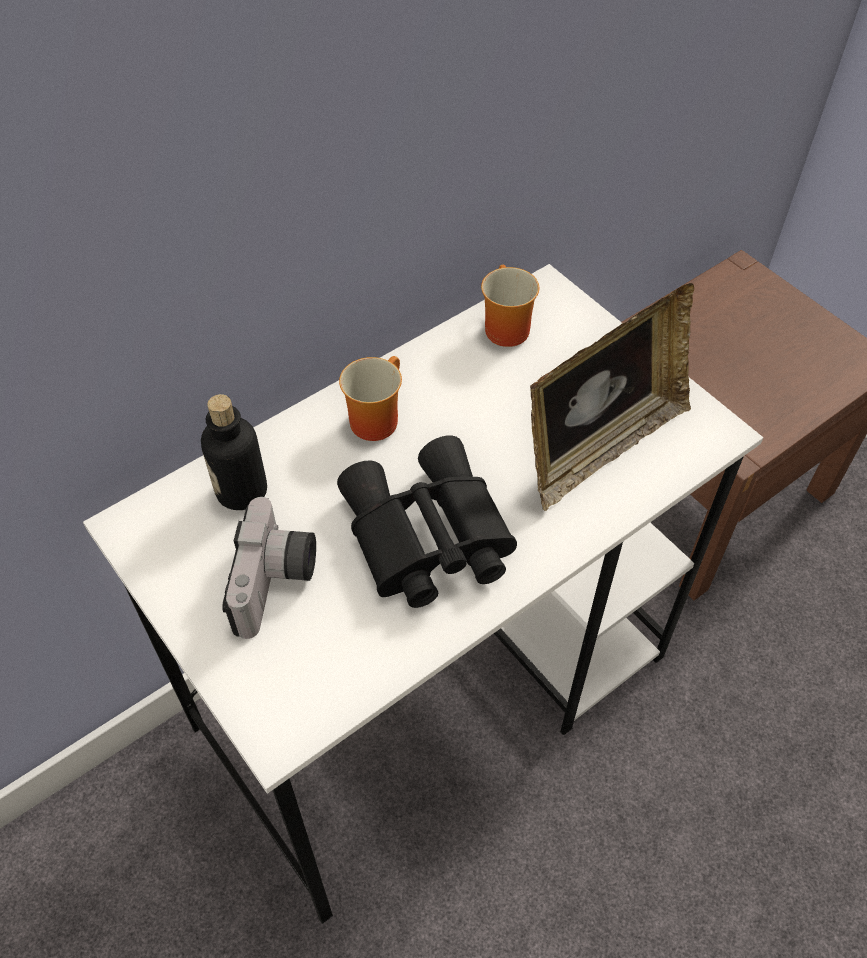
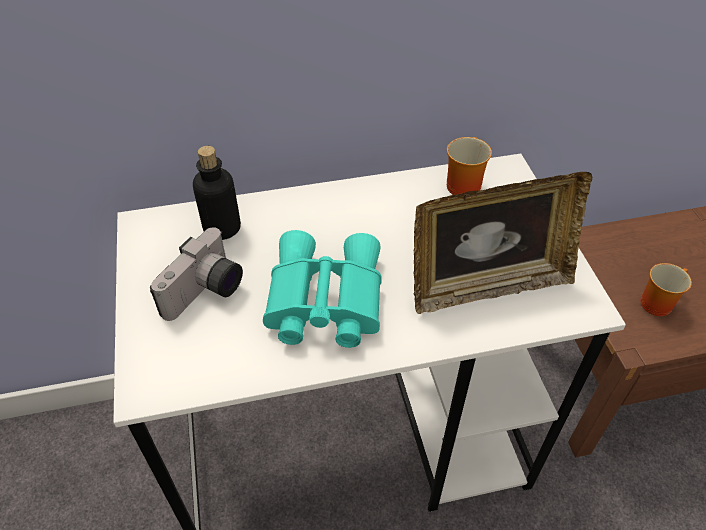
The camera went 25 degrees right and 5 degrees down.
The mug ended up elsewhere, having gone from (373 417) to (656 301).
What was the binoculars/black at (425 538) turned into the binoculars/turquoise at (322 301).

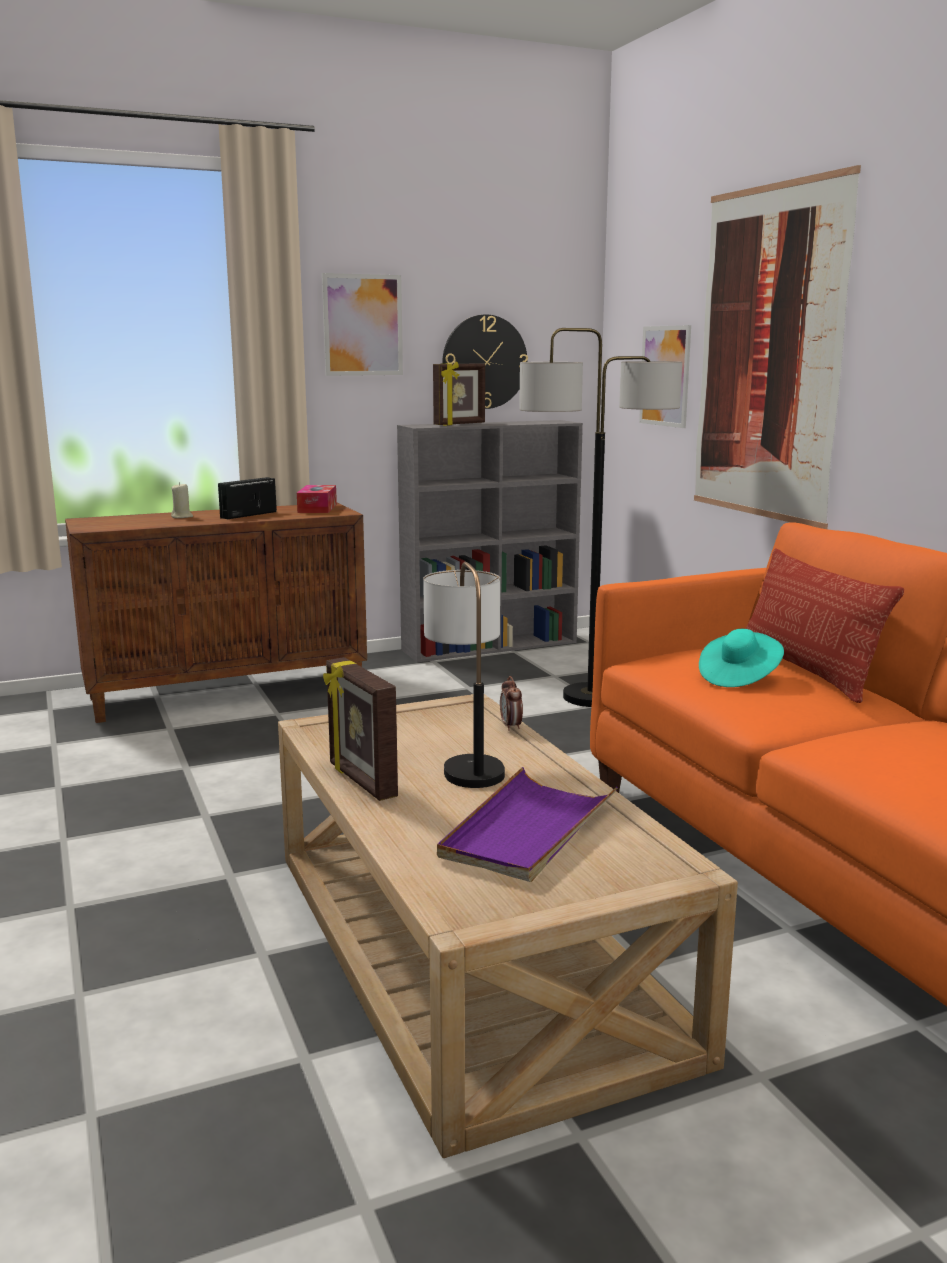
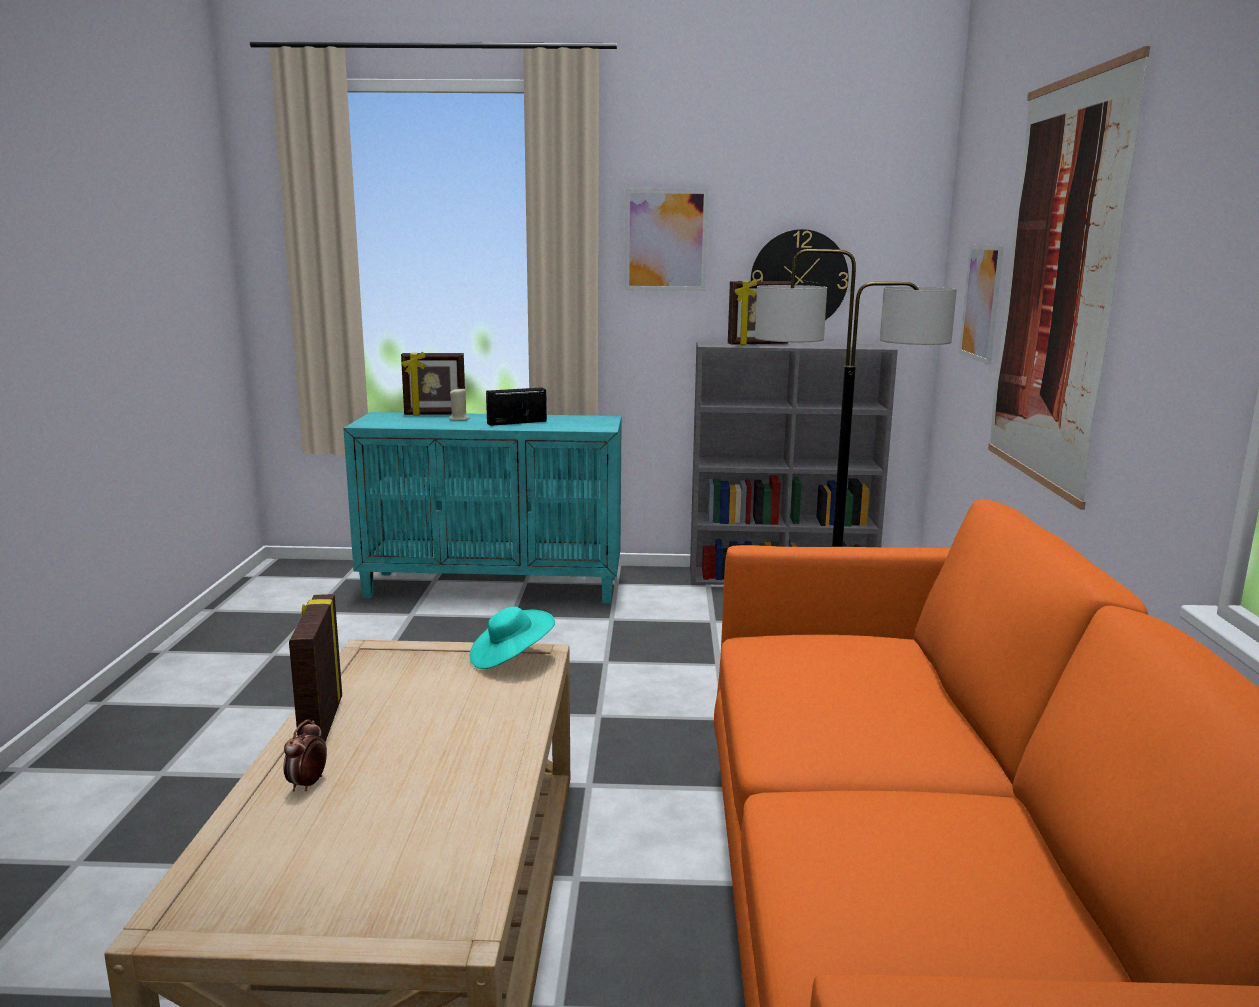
The camera went 25 degrees right and 0 degrees up.
The second view lost the tissue box at (317 508).
What was the cabinet/brown at (229 692) turned into the cabinet/turquoise at (494 586).
The second view lost the pillow at (806 671).
The second view lost the table lamp at (467 761).
The hat/turquoise ended up elsewhere, having gone from (739 677) to (510 658).
The alarm clock ended up elsewhere, having gone from (511 726) to (307 784).
The second view lost the tray/purple at (528 830).
The second view gained the picture frame at (435 414).

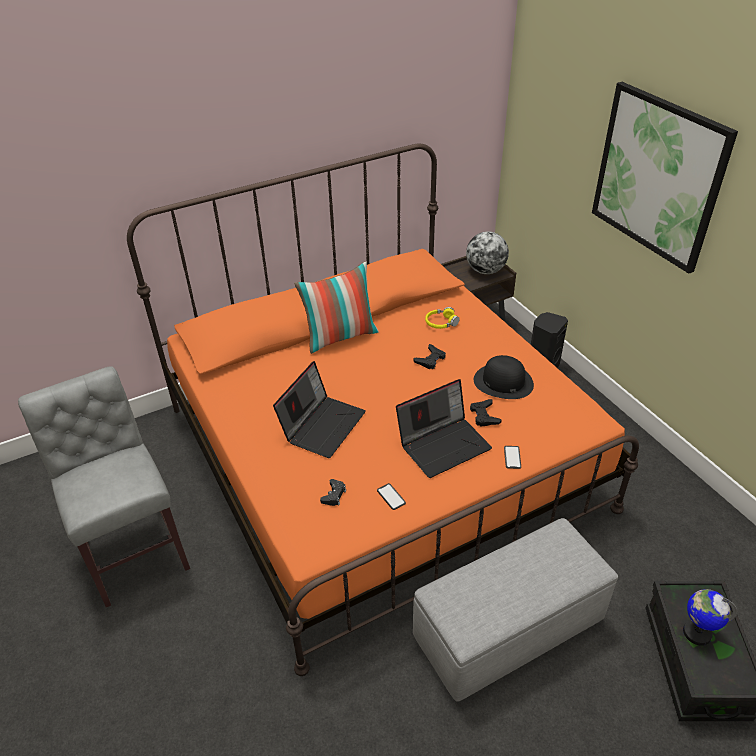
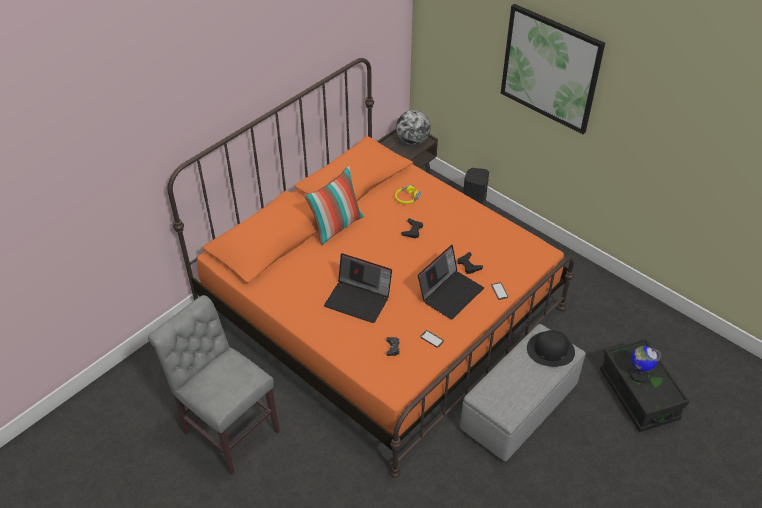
The camera went 20 degrees left and 5 degrees up.
The hat/black ended up elsewhere, having gone from (503 382) to (550 350).
The laptop at (322 425) ended up facing another way, 105 degrees clockwise from before.

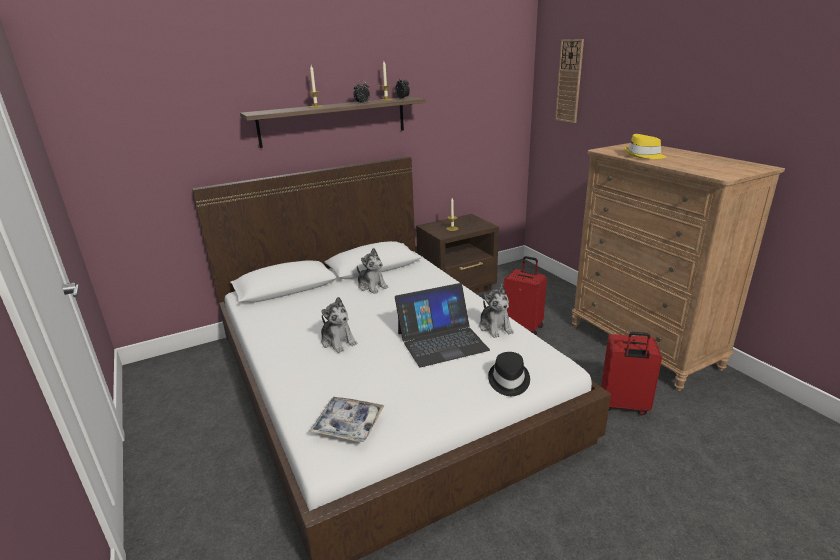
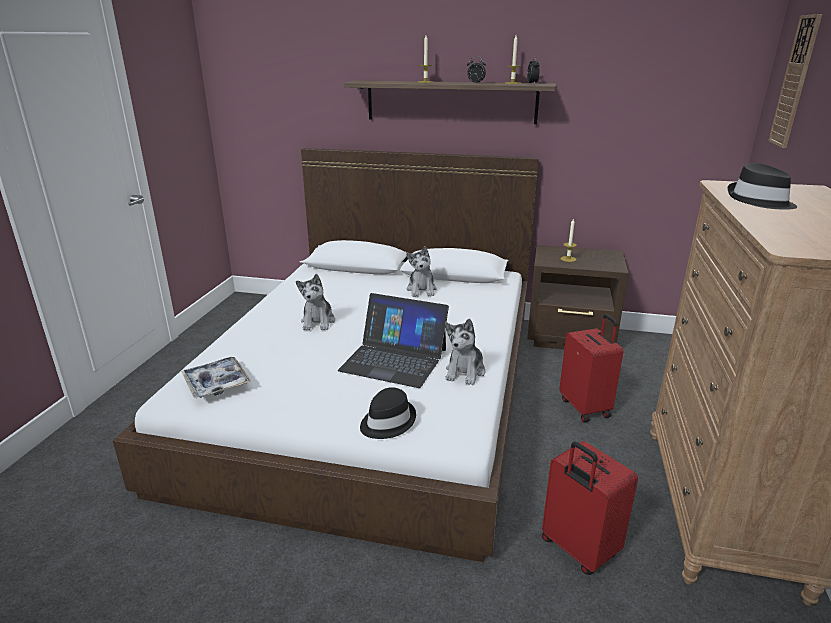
The camera went 40 degrees right and 0 degrees up.
What was the hat/yellow at (644 156) turned into the hat/black at (759 201).

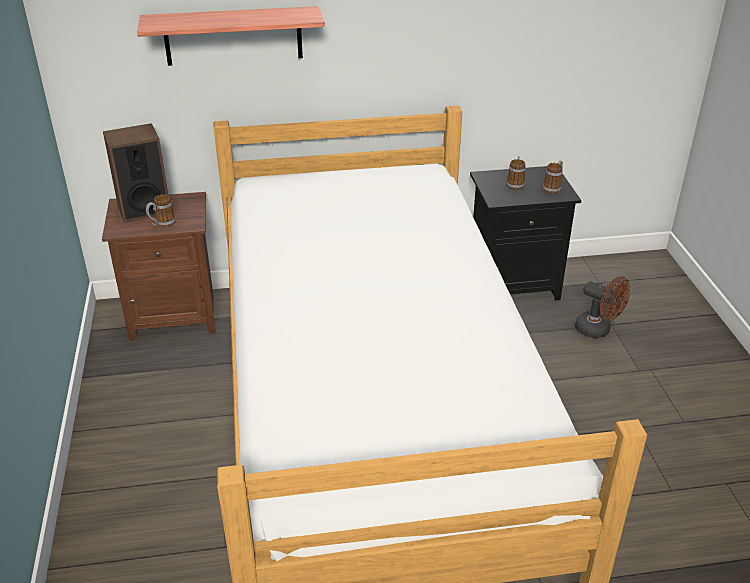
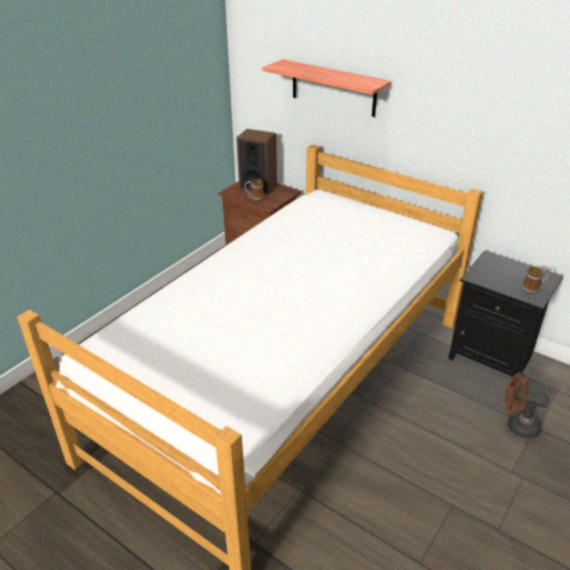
The camera went 45 degrees right and 0 degrees up.
The second view lost the mug at (515 183).
The fan/brown at (598 330) ended up facing another way, 120 degrees clockwise from before.

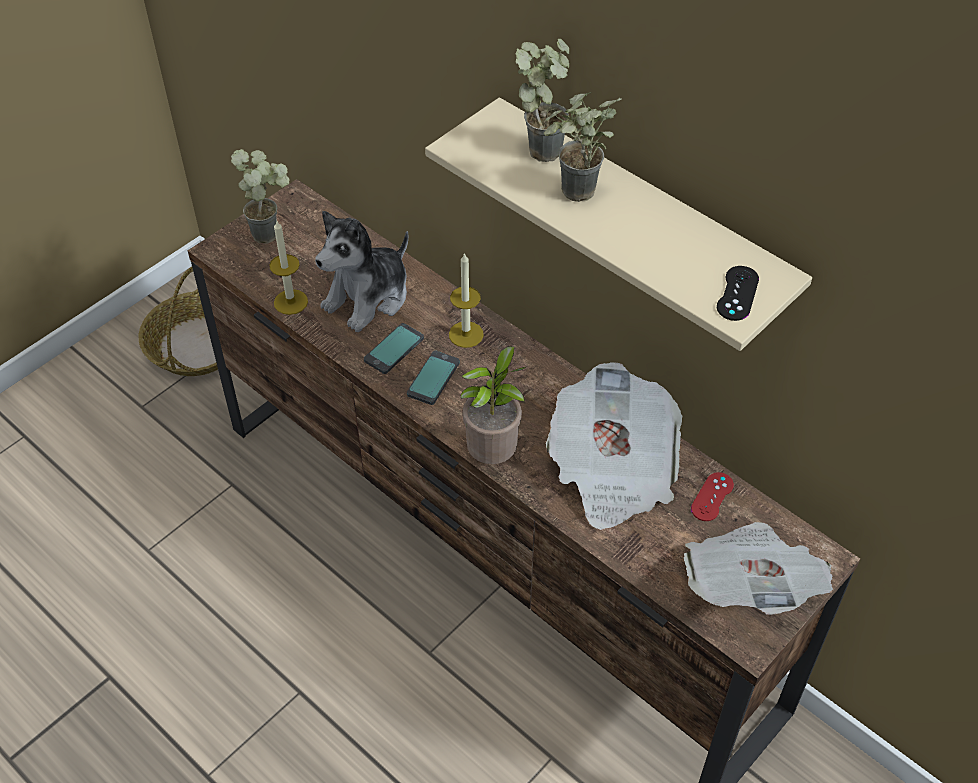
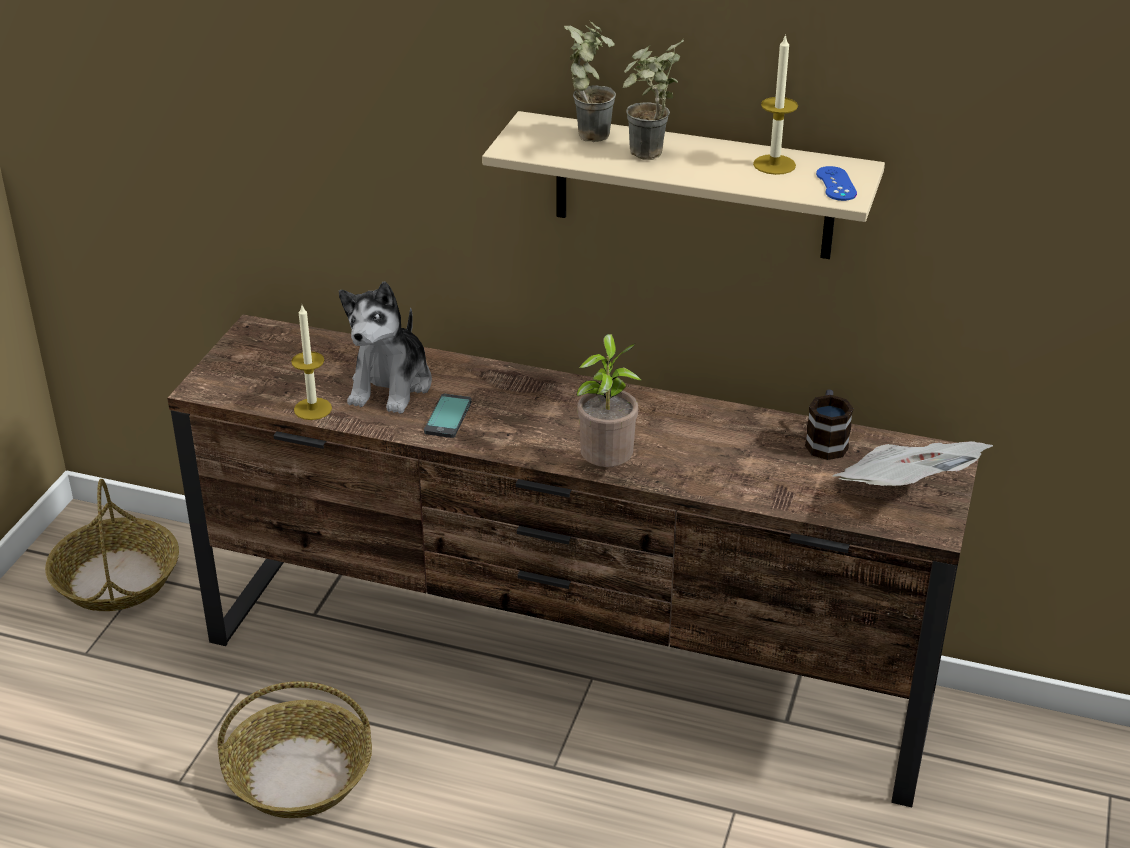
The camera went 25 degrees left and 15 degrees down.
The second view lost the potted plant at (271 232).
The candle ended up elsewhere, having gone from (466 334) to (774 164).
What was the game controller/black at (737 293) turned into the game controller/blue at (836 184).
The second view lost the phone at (433 378).
The second view lost the newspaper at (612 470).
Where the game controller/red stood at (712 497), the mug came to stand at (826 441).
The second view gained the basket at (298 775).

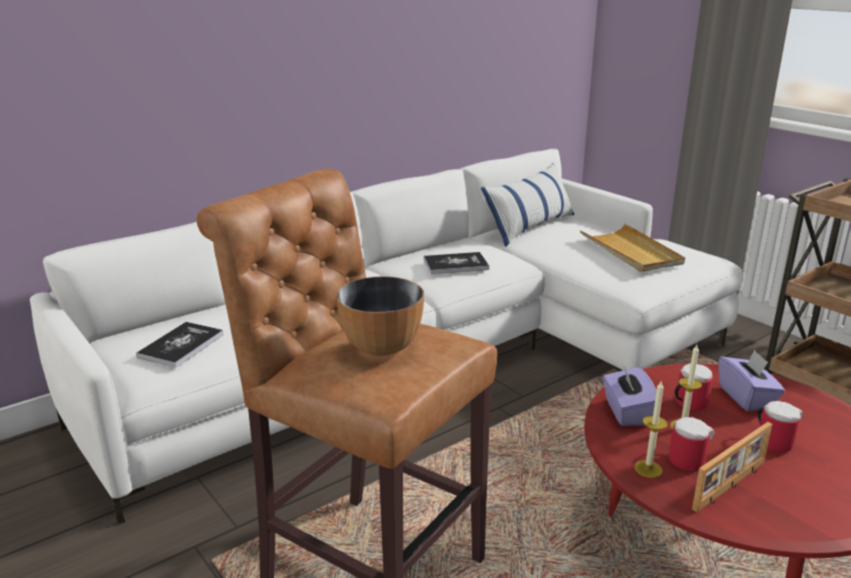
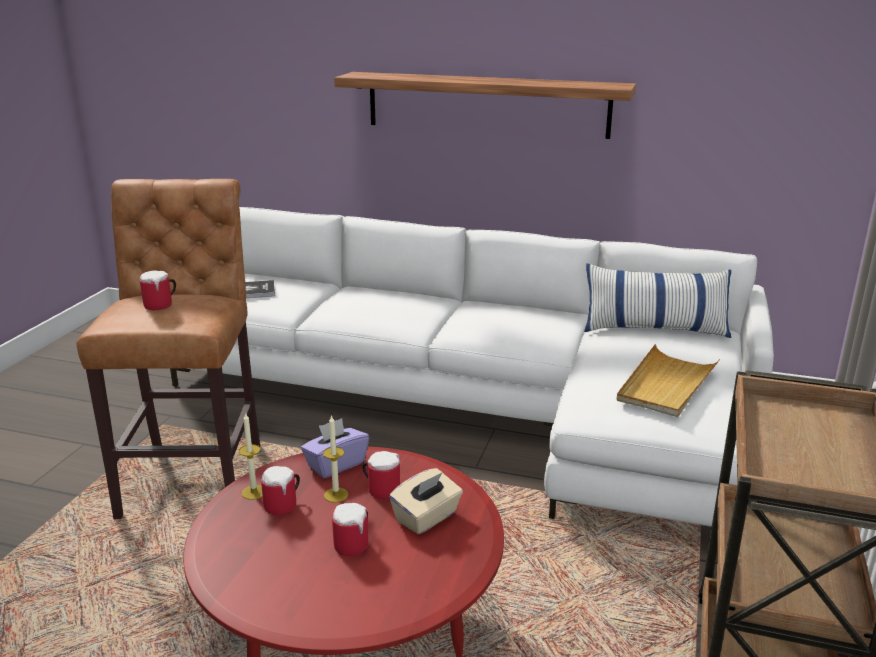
The camera went 55 degrees right and 0 degrees up.
The second view lost the book at (455 264).
Where the bowl stood at (381 347), the mug came to stand at (162 305).
What was the tissue box/purple at (746 397) turned into the tissue box/beige at (427 517).
The second view lost the picture frame at (731 486).
The second view gained the shelf at (486 104).

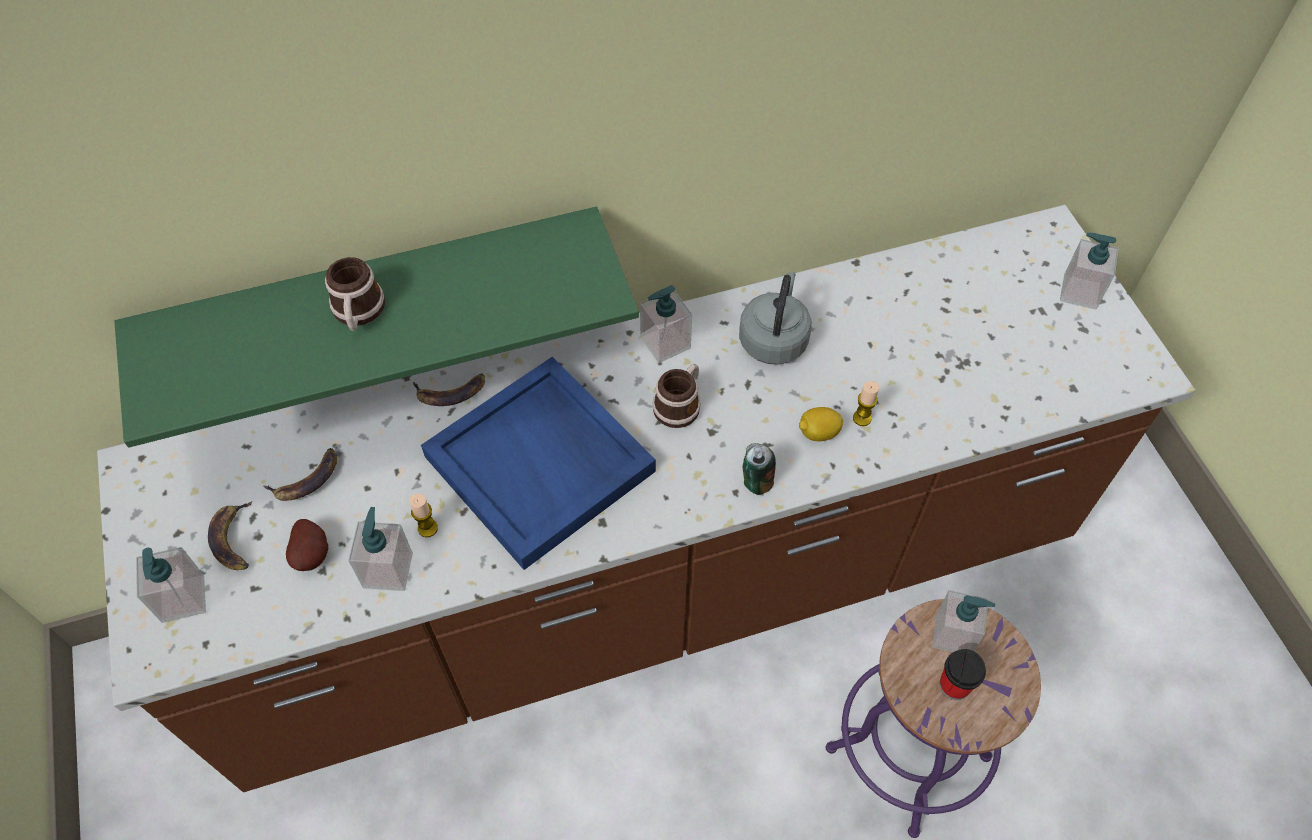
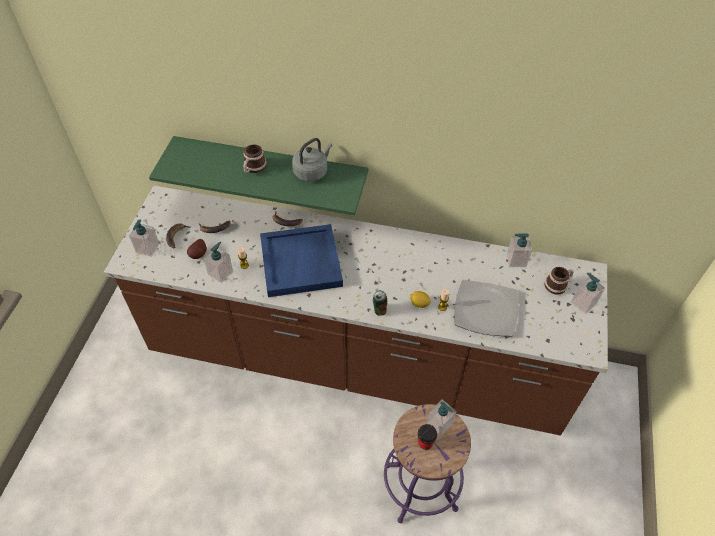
The camera went 30 degrees right and 5 degrees down.
The kettle/grey ended up elsewhere, having gone from (774 339) to (312 172).
The soap dispenser ended up elsewhere, having gone from (665 343) to (516 260).
The mug ended up elsewhere, having gone from (680 404) to (558 285).
The second view gained the plate at (485 310).

